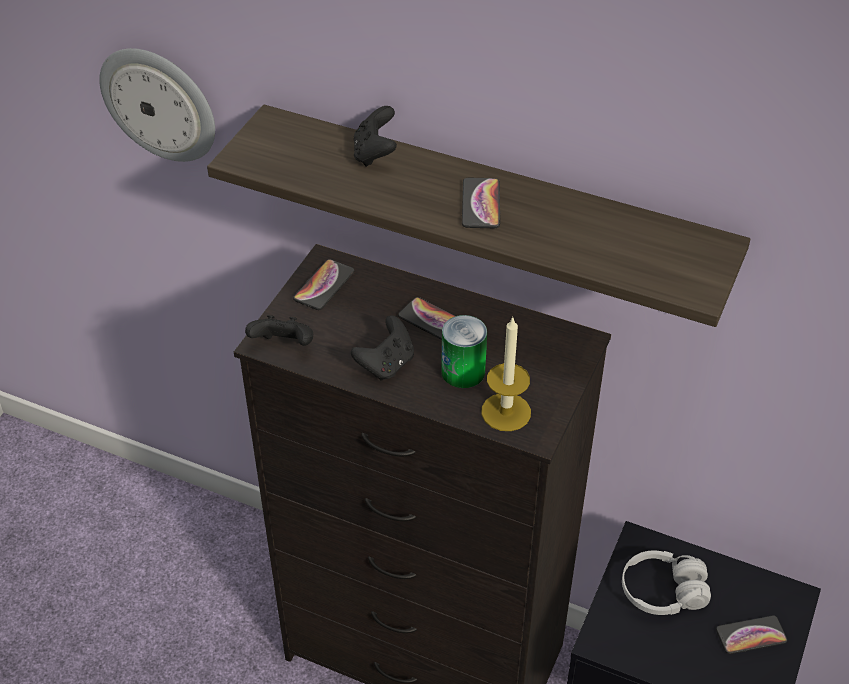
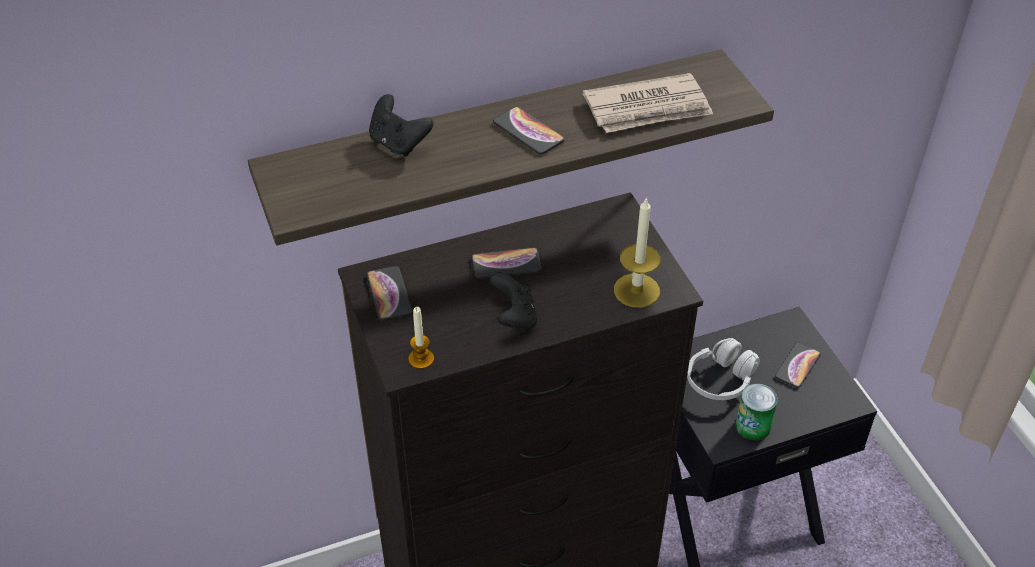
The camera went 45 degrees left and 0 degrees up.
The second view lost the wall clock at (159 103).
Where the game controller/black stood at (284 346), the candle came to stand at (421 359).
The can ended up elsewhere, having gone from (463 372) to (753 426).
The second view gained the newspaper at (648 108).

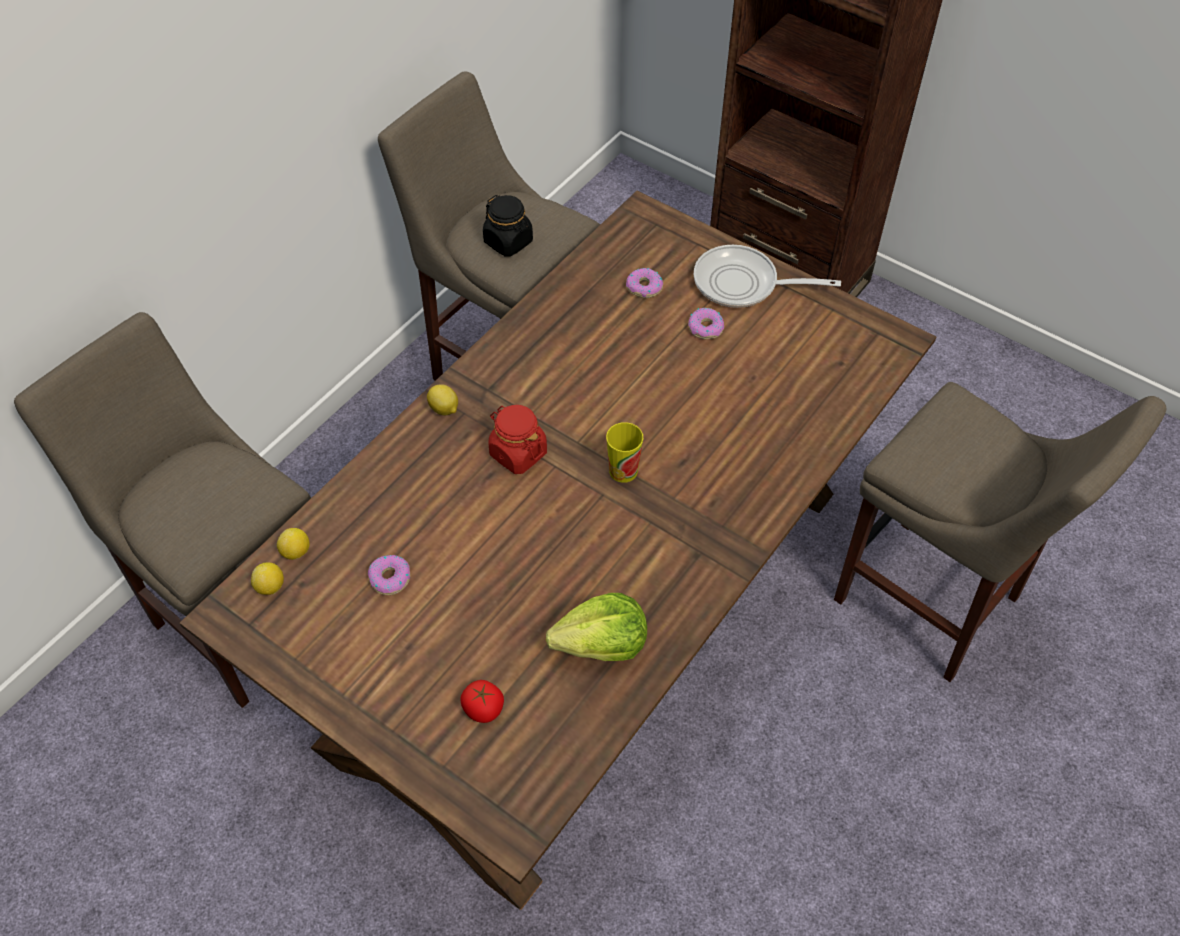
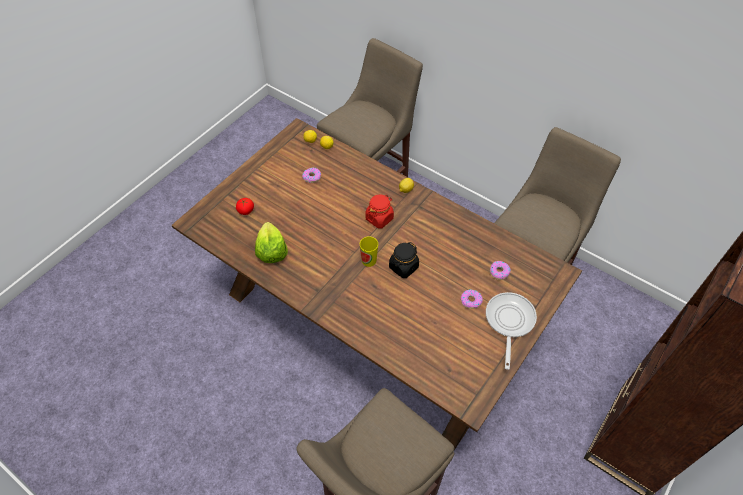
The camera went 90 degrees right and 0 degrees up.
The jar/black ended up elsewhere, having gone from (508 242) to (403 267).

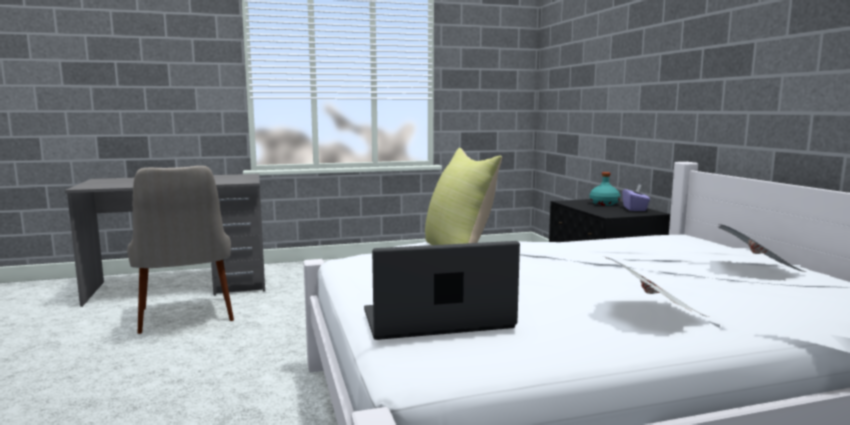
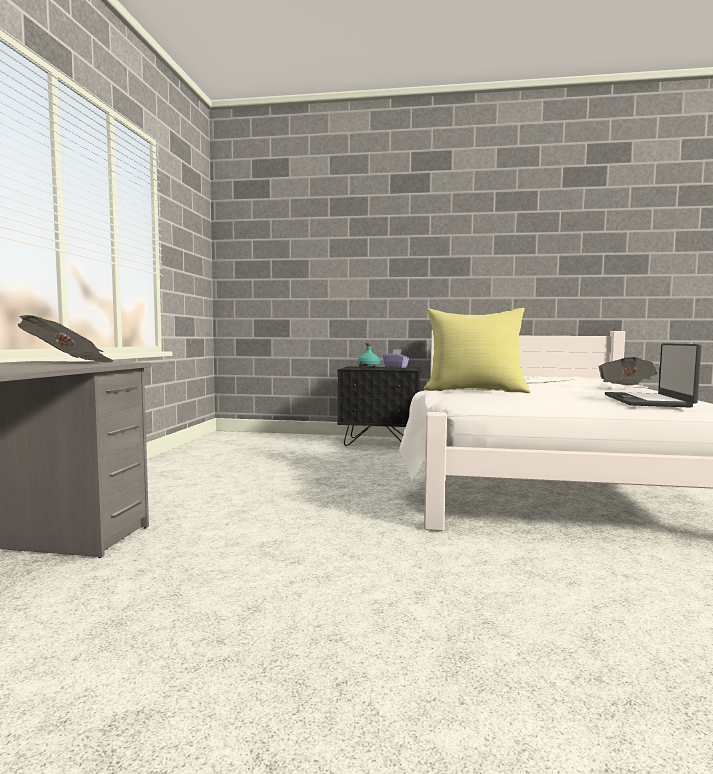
The camera went 65 degrees left and 5 degrees down.
The second view lost the chair/beige at (186 320).
The newspaper ended up elsewhere, having gone from (758 269) to (69 363).

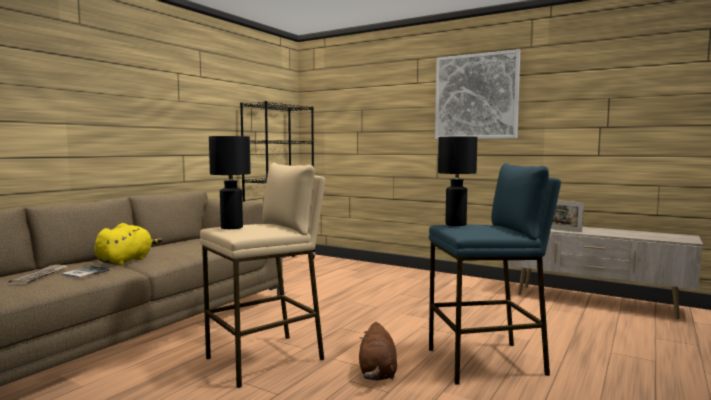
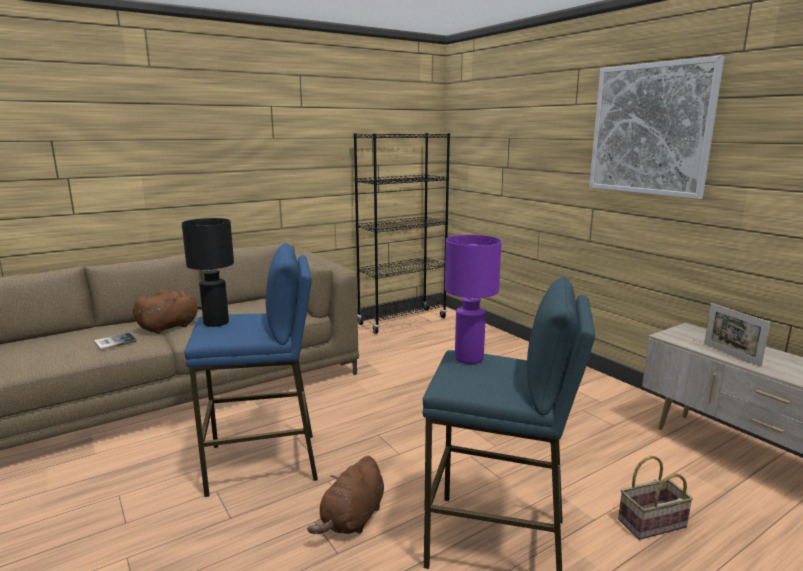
The camera went 25 degrees right and 10 degrees up.
What was the table lamp/black at (455 224) turned into the table lamp/purple at (468 358).
What was the stool/beige at (266 359) turned into the stool/blue at (264 463).
What was the plush toy/yellow at (126 261) turned into the plush toy/brown at (171 327).
The second view lost the newspaper at (40 276).
The second view gained the basket at (651 524).

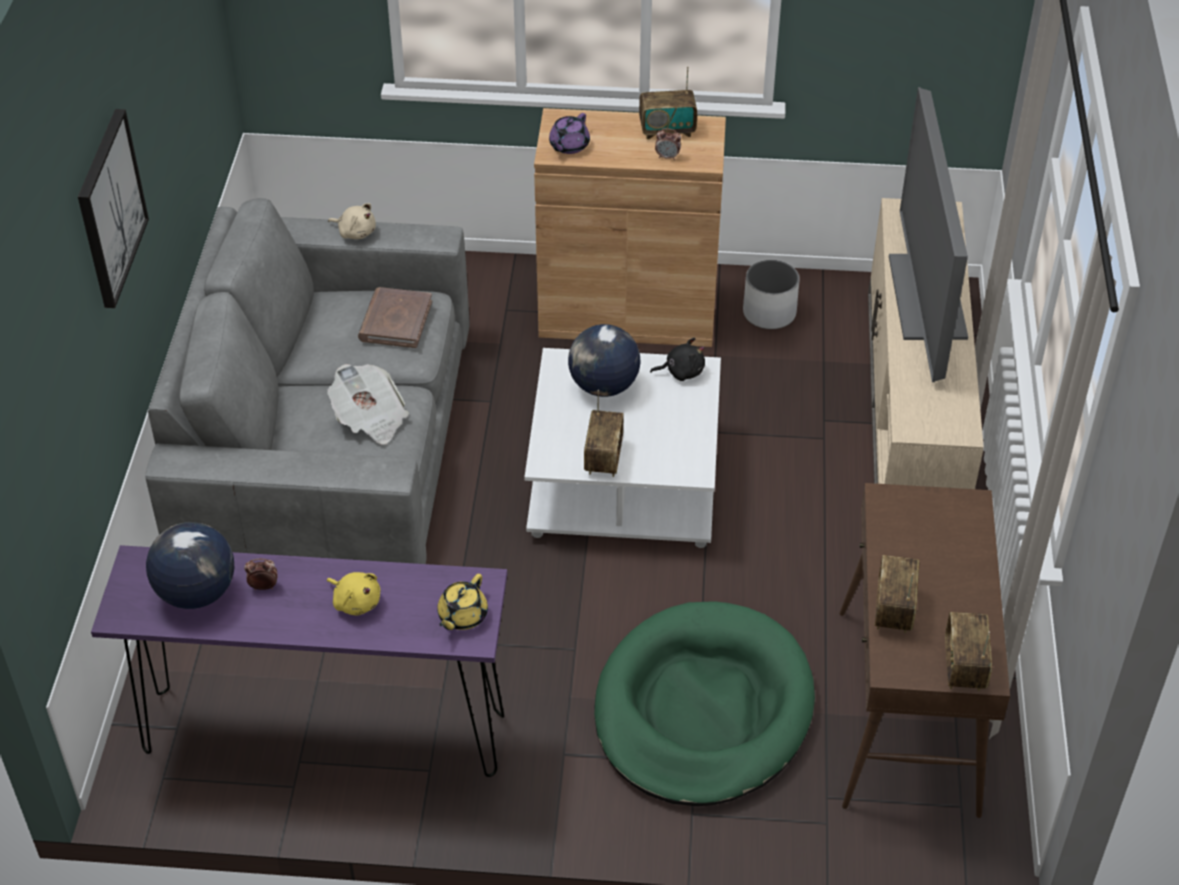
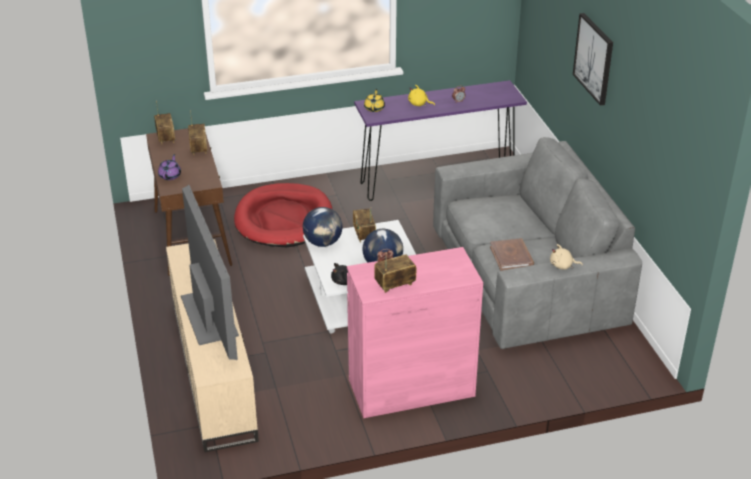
The camera went 160 degrees right and 10 degrees down.
What was the cabinet/brown at (627 313) turned into the cabinet/pink at (411 388).
The teapot/purple ended up elsewhere, having gone from (568 146) to (170 175).
The second view lost the planter/white at (769 313).
The second view lost the newspaper at (370 418).
The globe ended up elsewhere, having gone from (196 592) to (323 243).
What was the dog bed/green at (703 710) turned into the dog bed/red at (284 219).

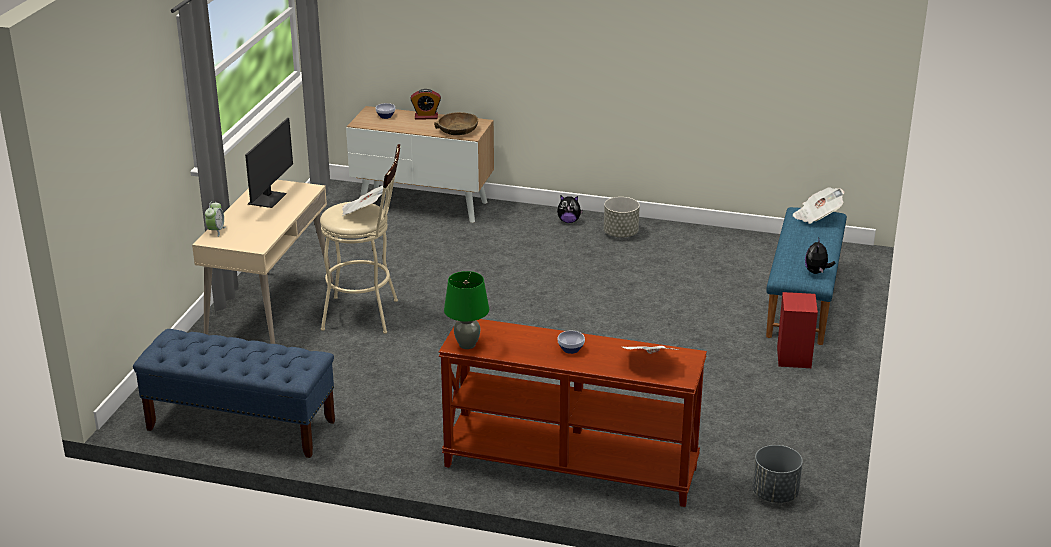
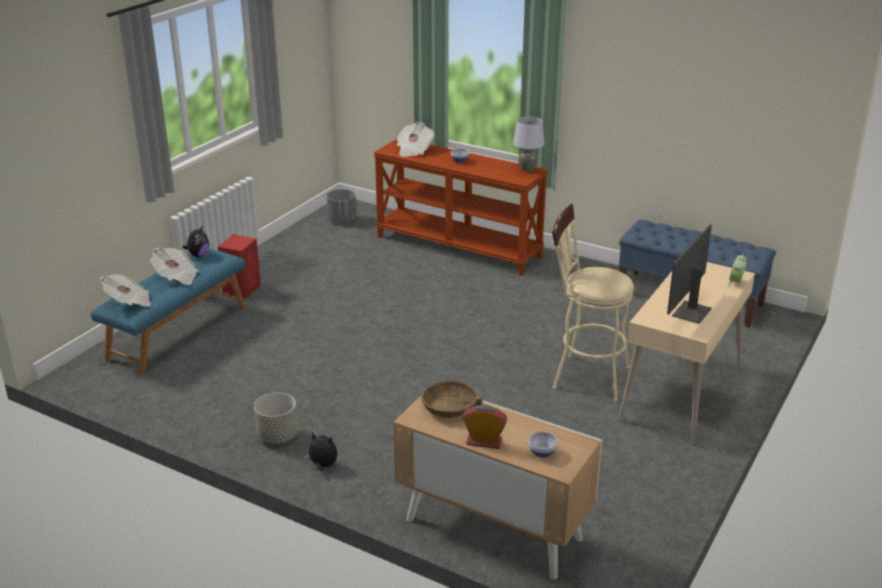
The camera went 165 degrees left and 0 degrees up.
The newspaper ended up elsewhere, having gone from (364 212) to (176 277).
What was the table lamp/green at (467 345) turned into the table lamp/grey at (527 170).

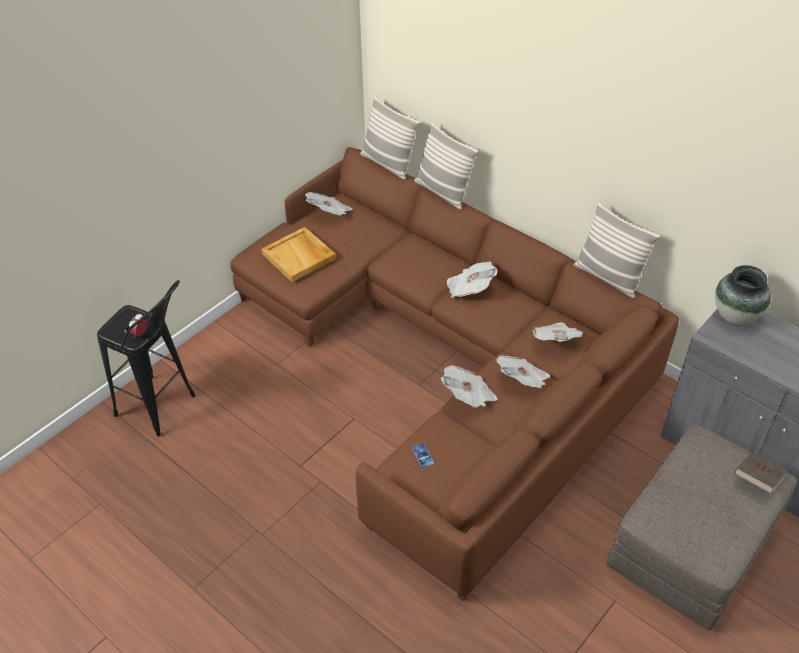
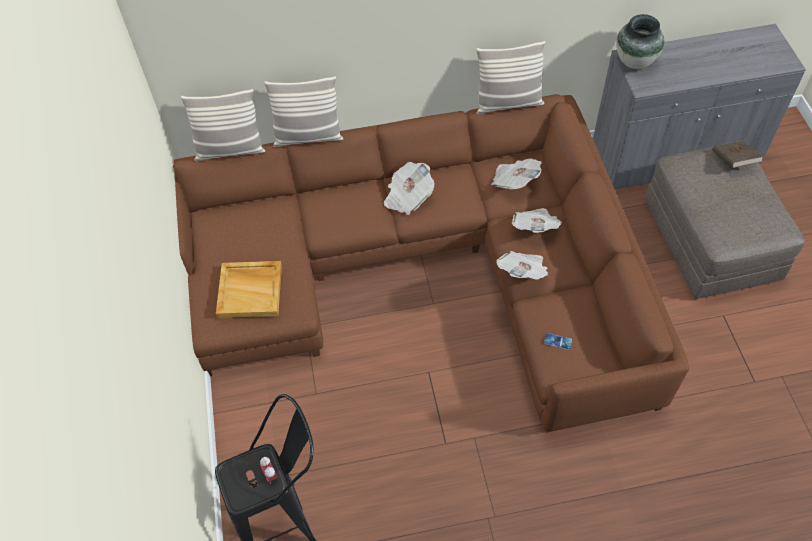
The camera went 50 degrees left and 10 degrees up.
The second view lost the newspaper at (329 213).

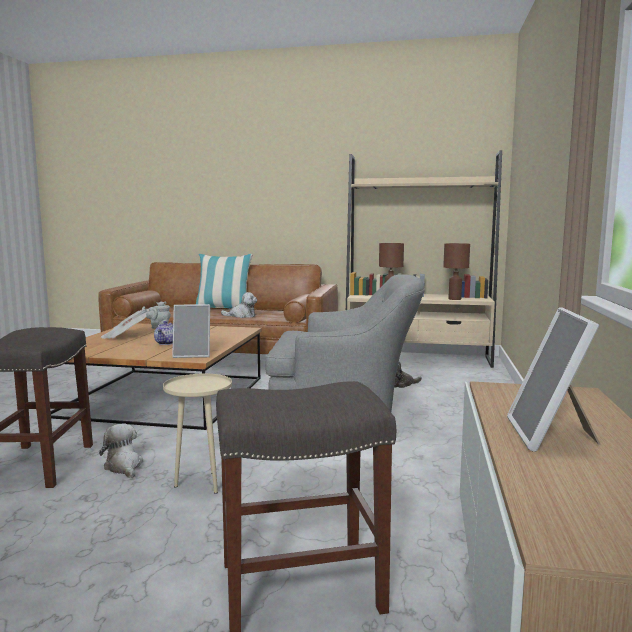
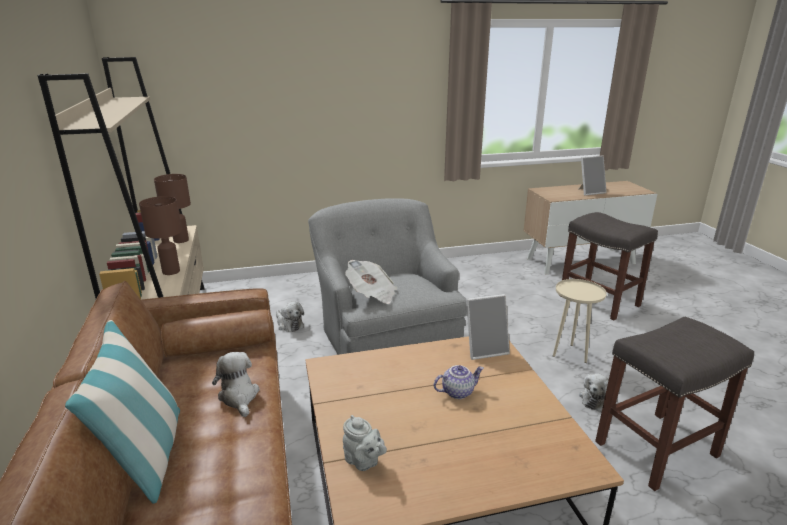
The camera went 115 degrees left and 15 degrees up.
The picture frame at (193 355) ended up facing another way, 105 degrees clockwise from before.
The newspaper ended up elsewhere, having gone from (125 336) to (372 294).

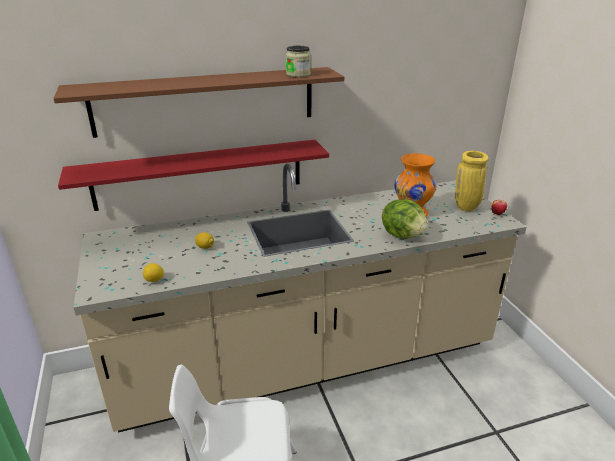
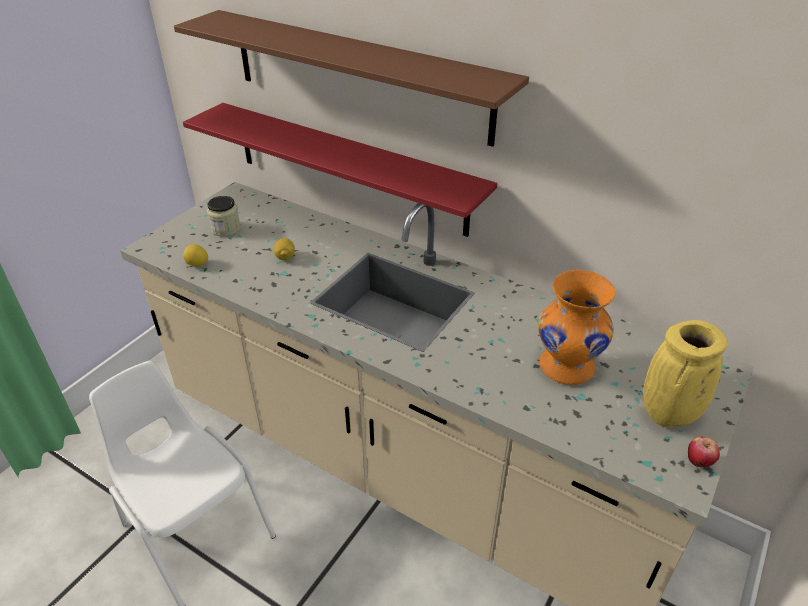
The camera went 50 degrees right and 10 degrees up.
The jar ended up elsewhere, having gone from (298 74) to (226 229).
The second view lost the lettuce at (403 235).

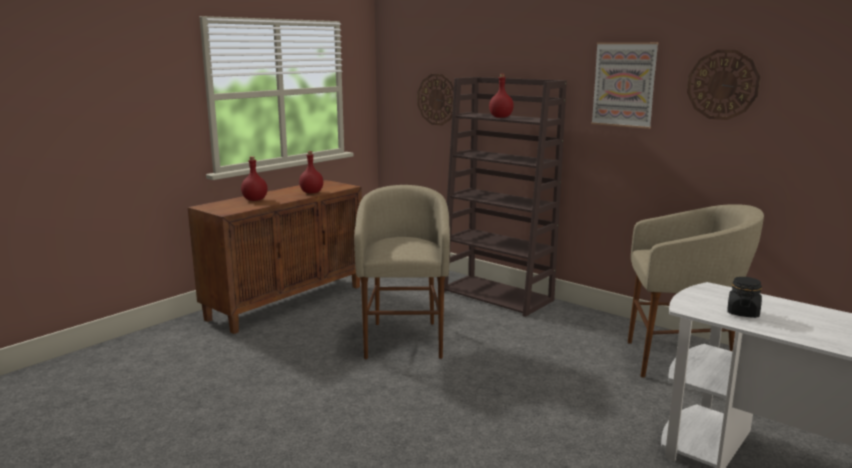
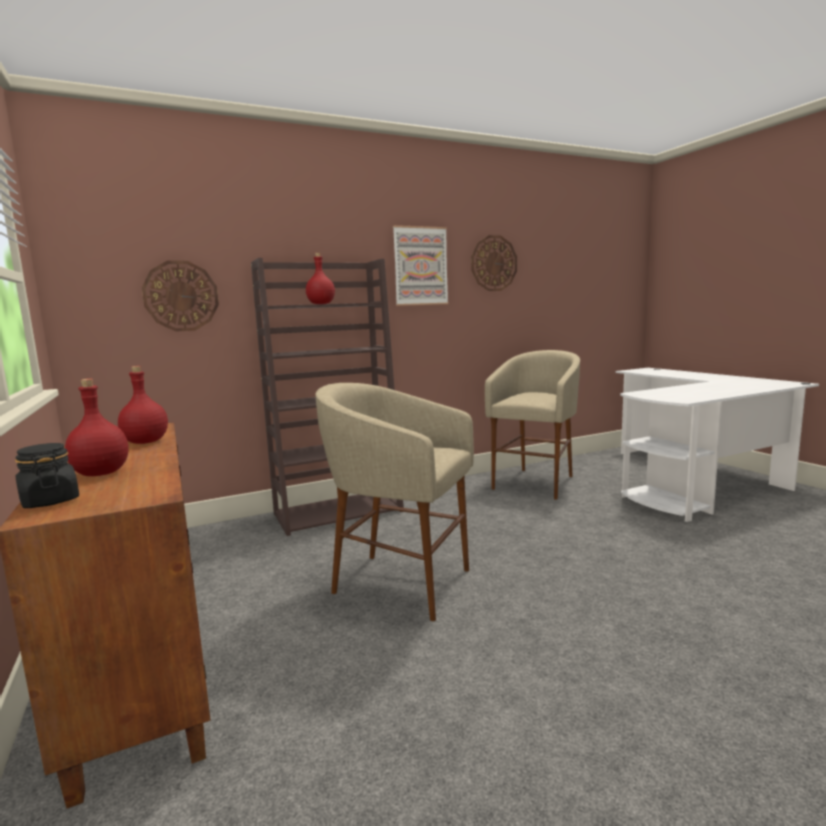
The camera went 65 degrees left and 5 degrees down.
The jar/black ended up elsewhere, having gone from (742 313) to (50 501).

